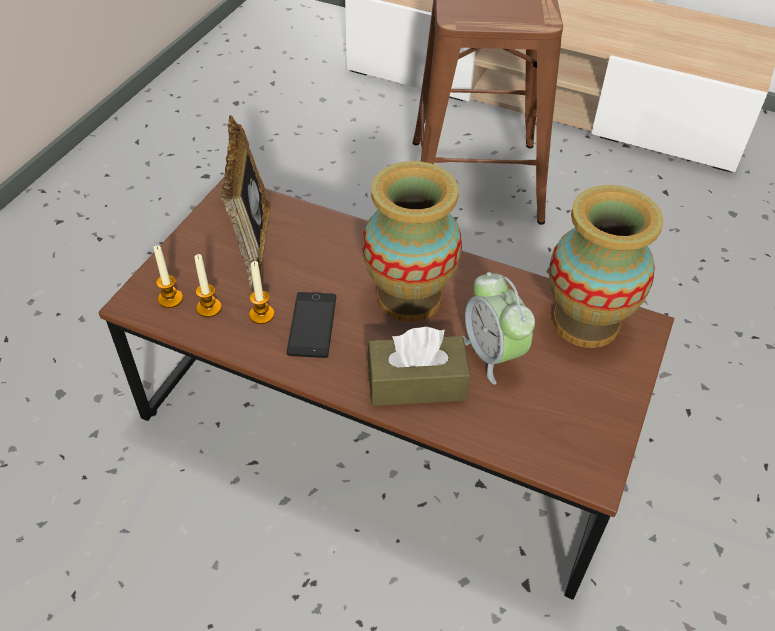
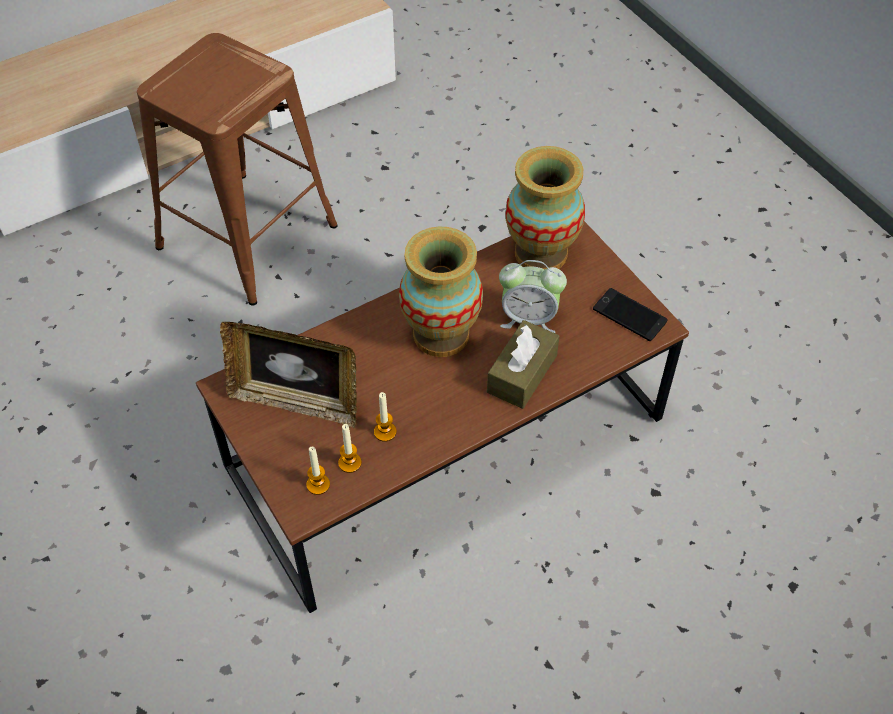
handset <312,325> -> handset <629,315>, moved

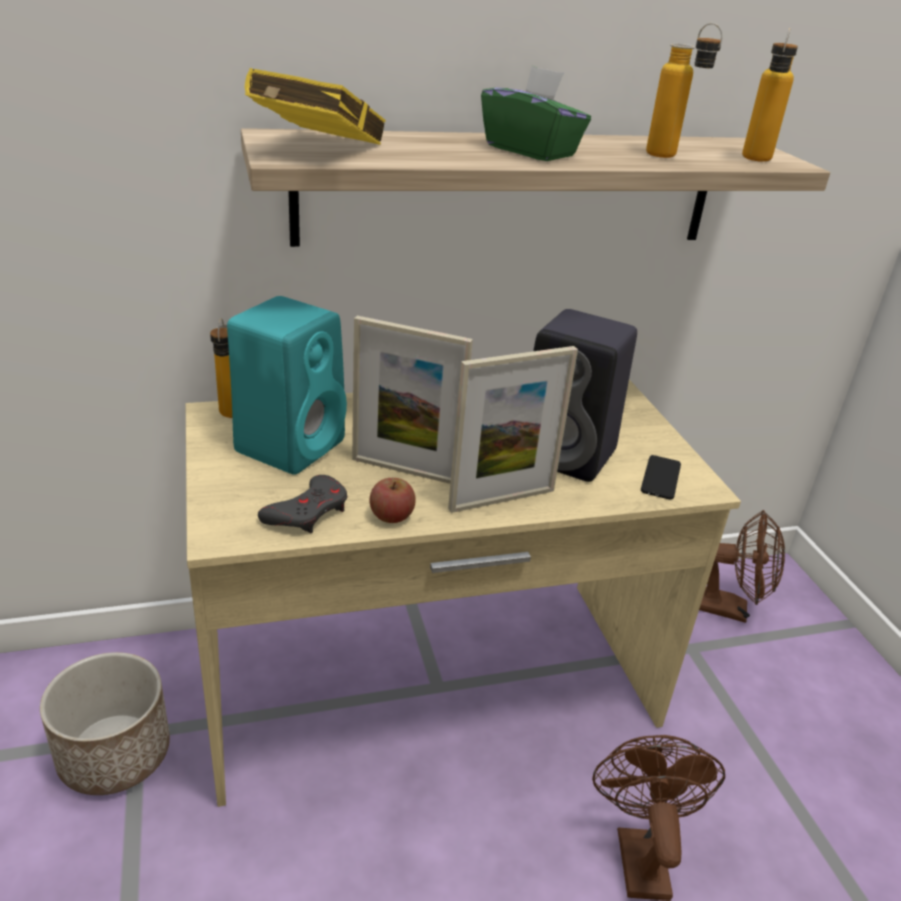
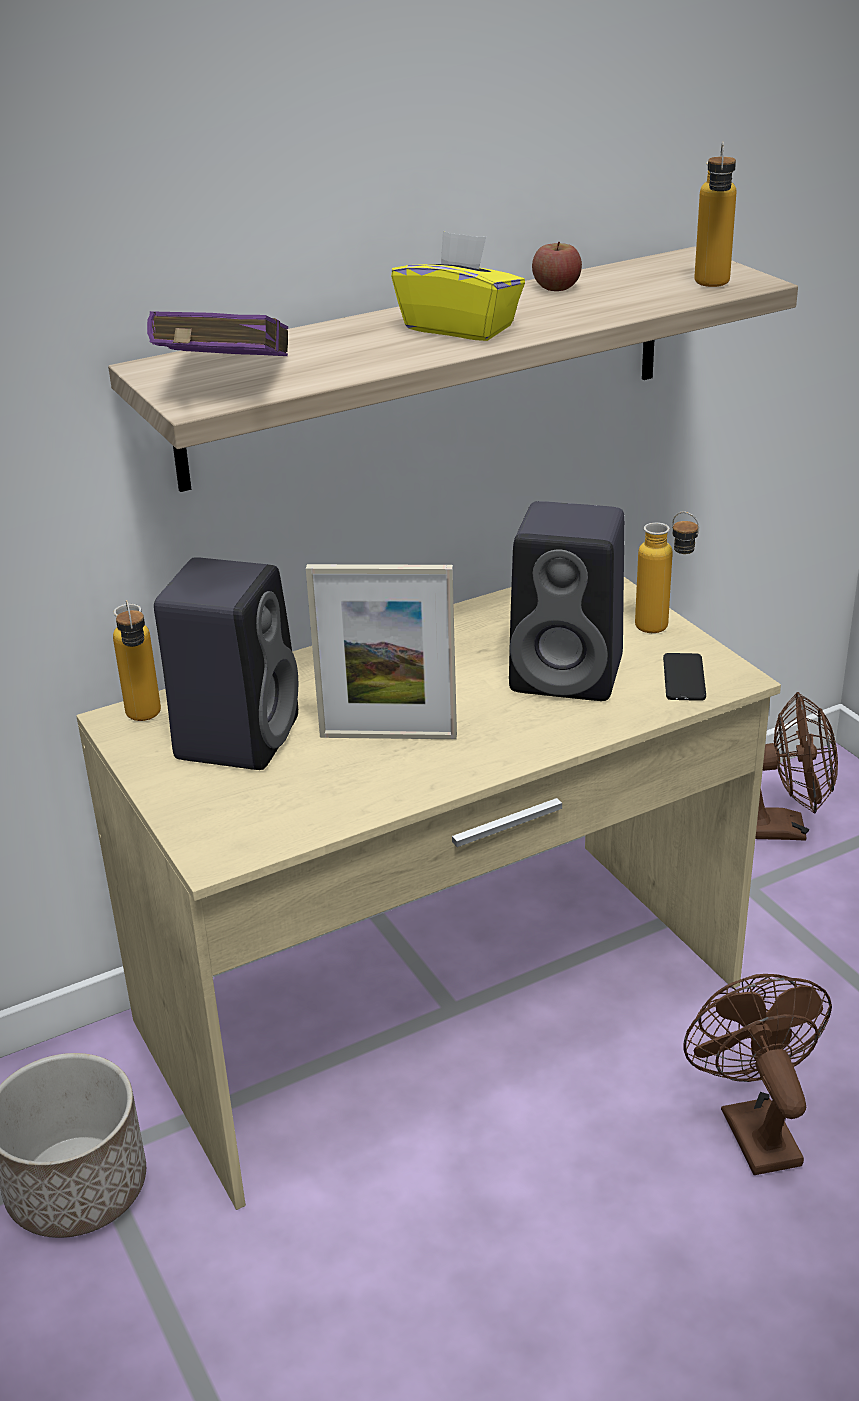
gray game controller <308,511> -> none
photo frame <502,499> -> none
apple <391,516> -> apple <556,287>, moved
drink bottle <671,157> -> drink bottle <663,630>, moved
blue-green loudspeaker <291,444> -> black-coloured loudspeaker <238,736>
yellow bound book <314,150> -> purple bound book <222,382>
green-coloured box of tissues <531,151> -> yellow box of tissues <460,327>

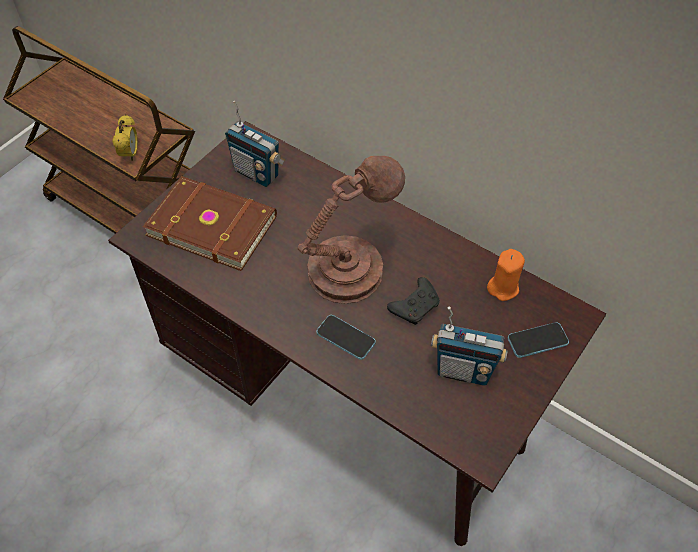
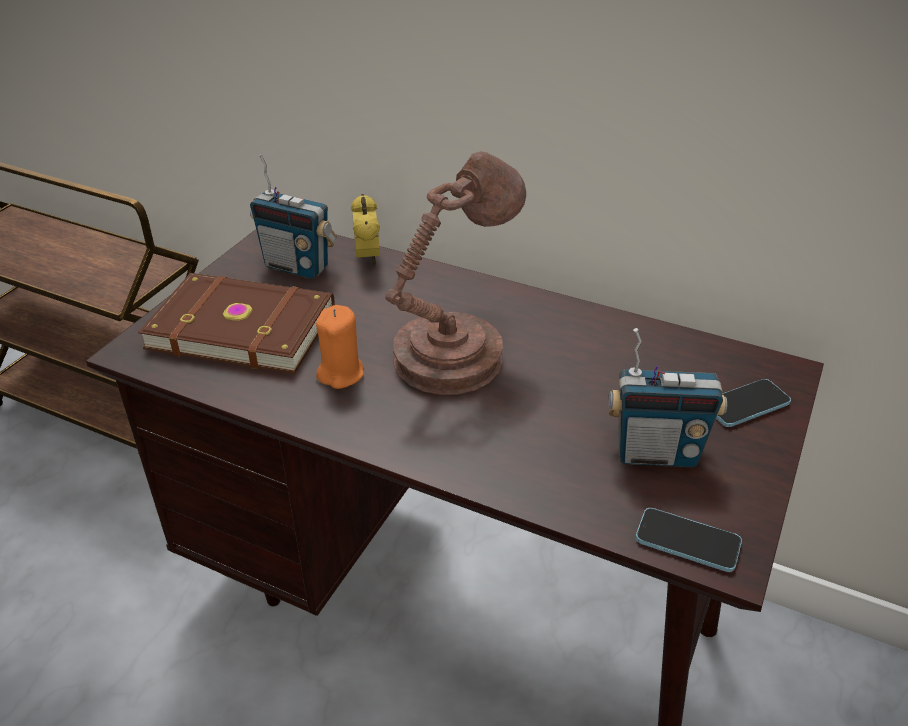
black-coloured game controller <415,306> -> none
bedside clock <130,154> -> bedside clock <368,259>, moved
handset <345,338> -> handset <687,541>, moved
orange wax light <503,287> -> orange wax light <341,374>, moved

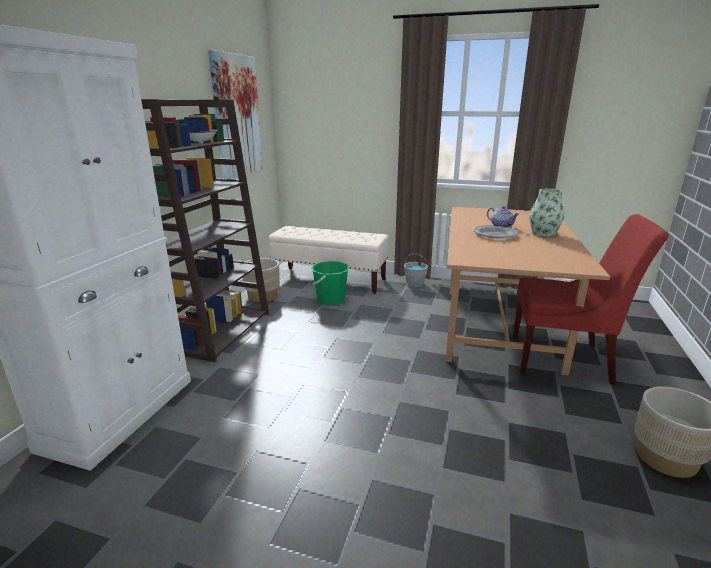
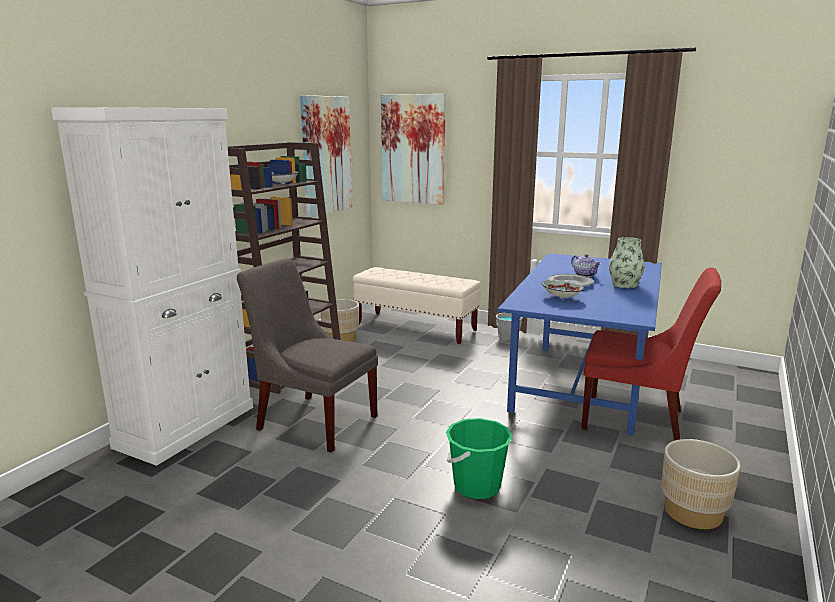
none -> gray upright chair <314,420>
none -> wall picture <413,149>
none -> deep dish <561,297>
green-coloured water bucket <330,299> -> green-coloured water bucket <477,486>, moved
brownish kitchen table <499,327> -> blue-coloured kitchen table <582,386>

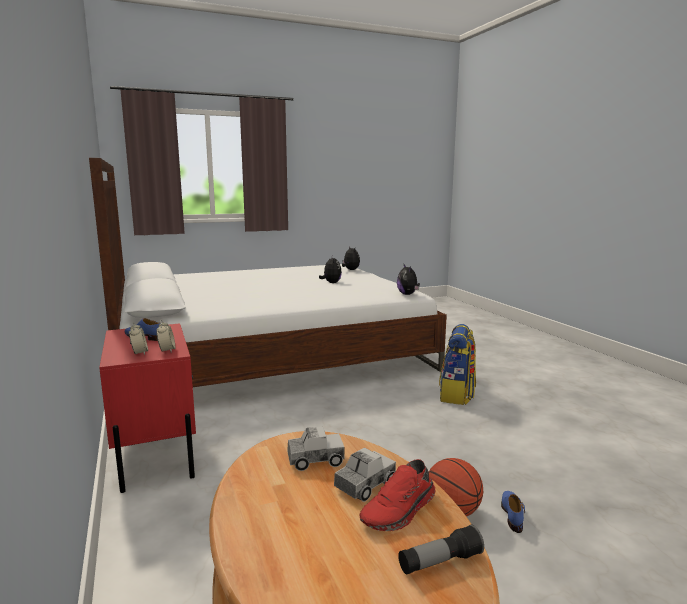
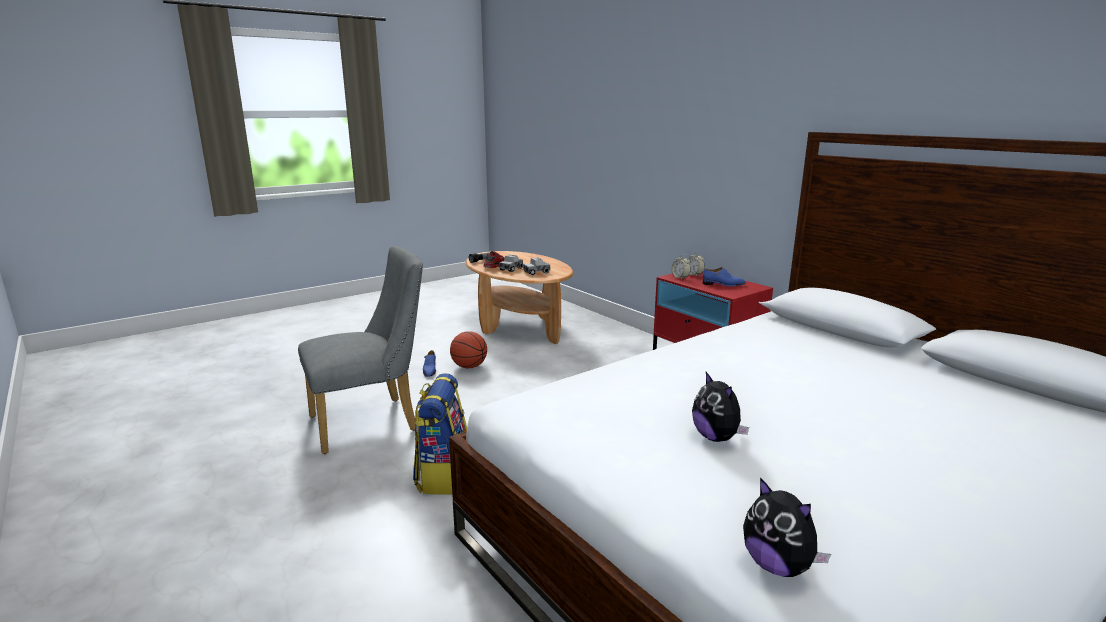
plush toy <408,294> -> none
none -> gray upright chair <372,422>

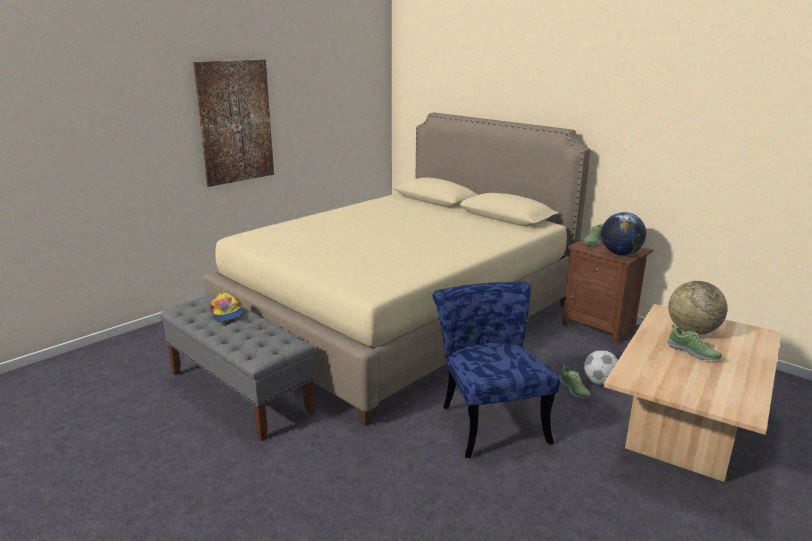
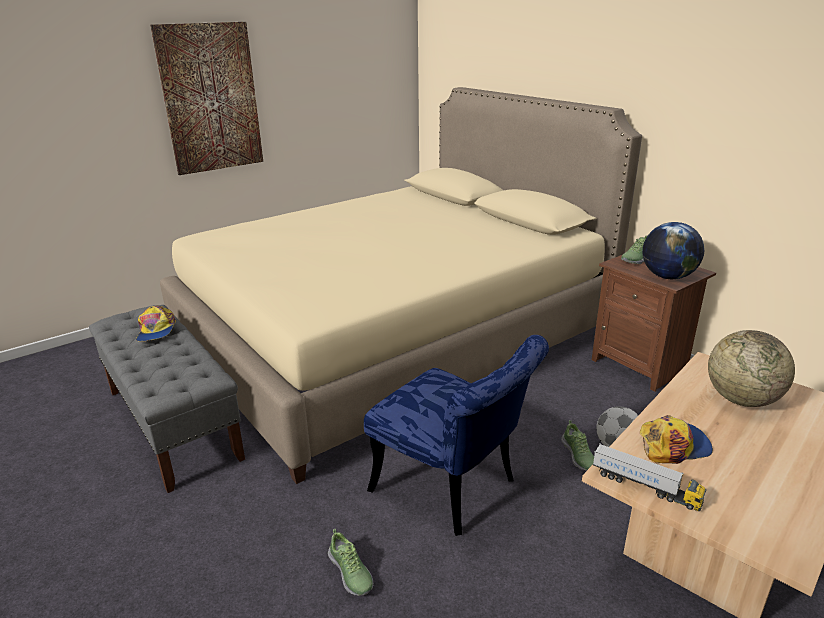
none -> toy lorry <645,487>
none -> baseball cap <673,445>
low shoe <693,353> -> low shoe <350,573>, moved
blue-coloured upright chair <489,419> -> blue-coloured upright chair <453,490>, 135 degrees clockwise

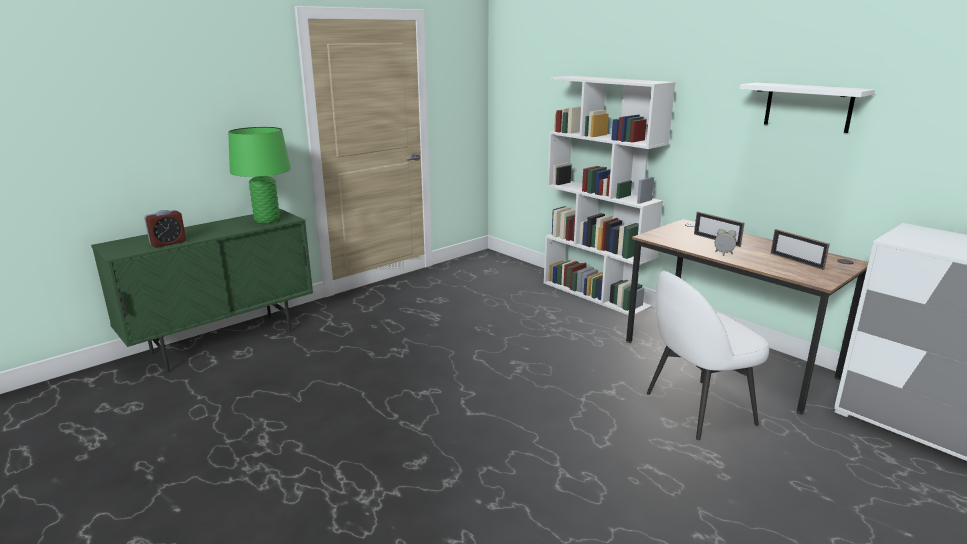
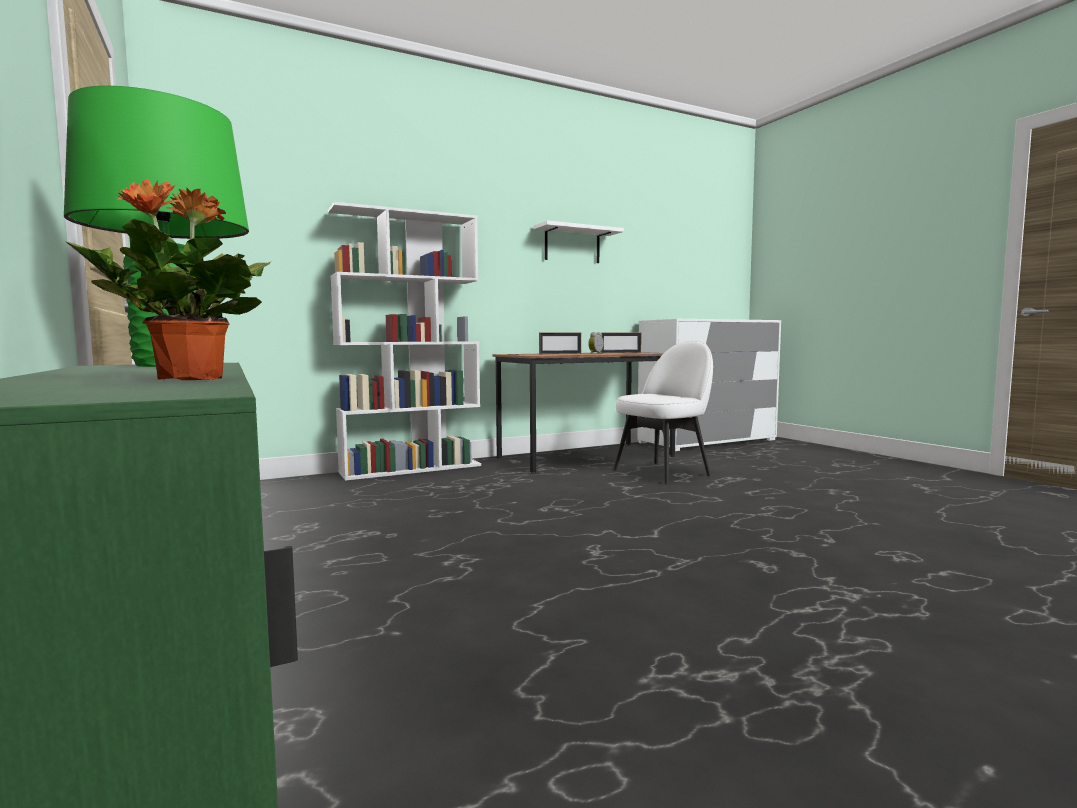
bedside clock <168,243> -> houseplant <188,379>
white-coloured upright chair <697,409> -> white-coloured upright chair <663,472>, 120 degrees counterclockwise

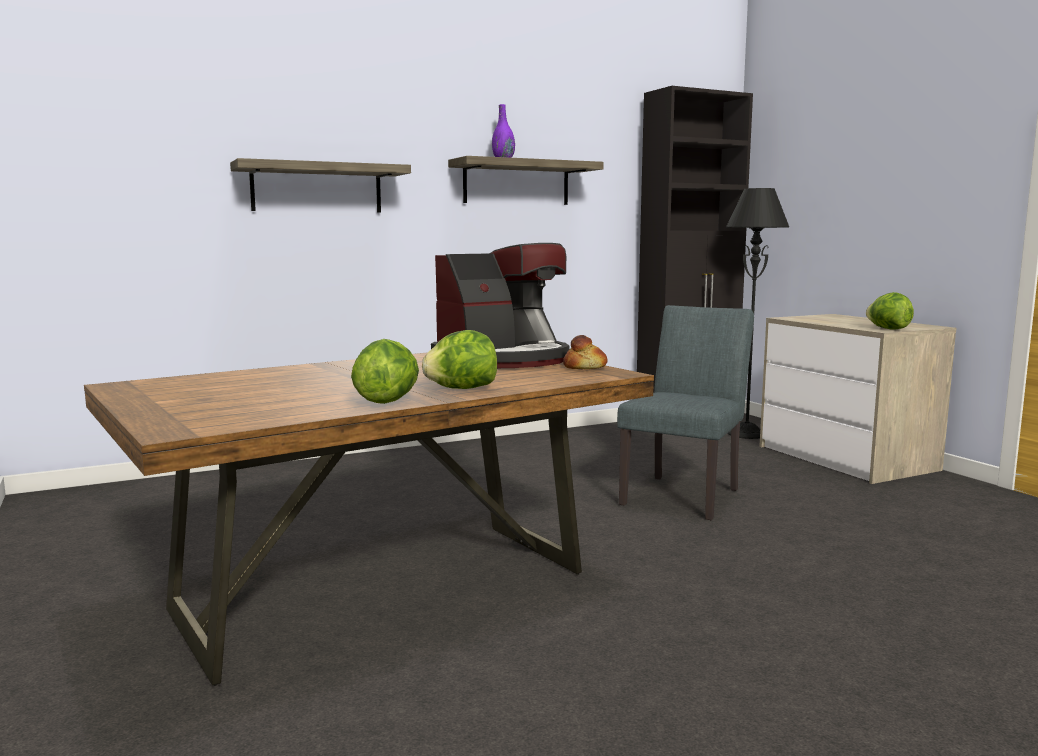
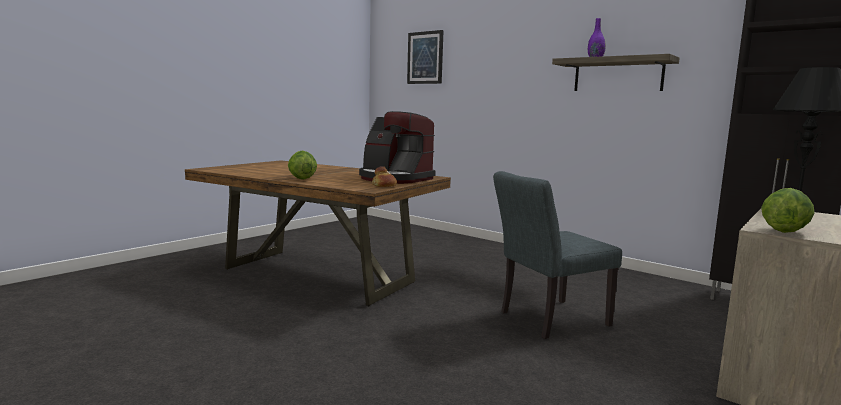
wall shelf <317,188> -> none
lettuce <387,401> -> none
none -> wall picture <425,58>
gray upright chair <685,494> -> gray upright chair <547,320>, 150 degrees clockwise

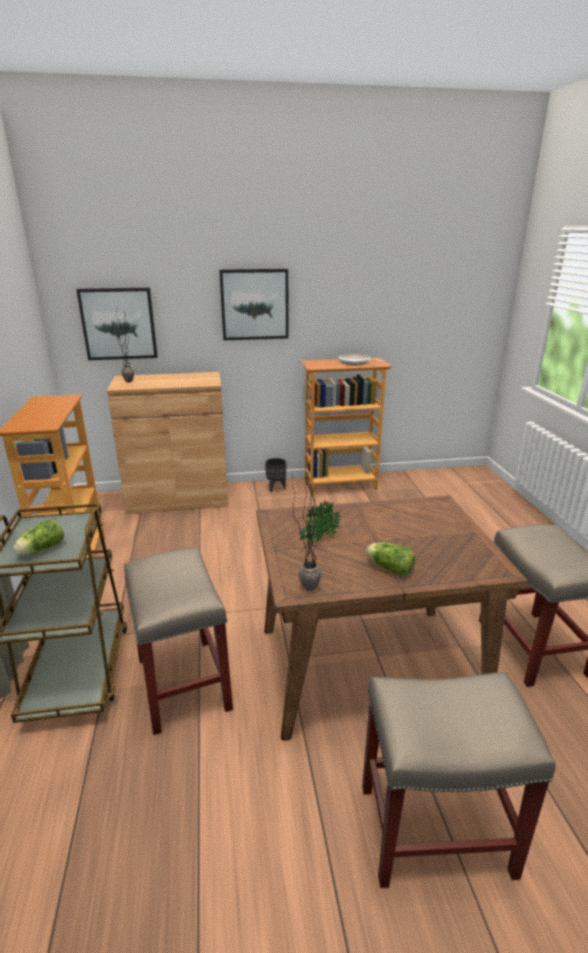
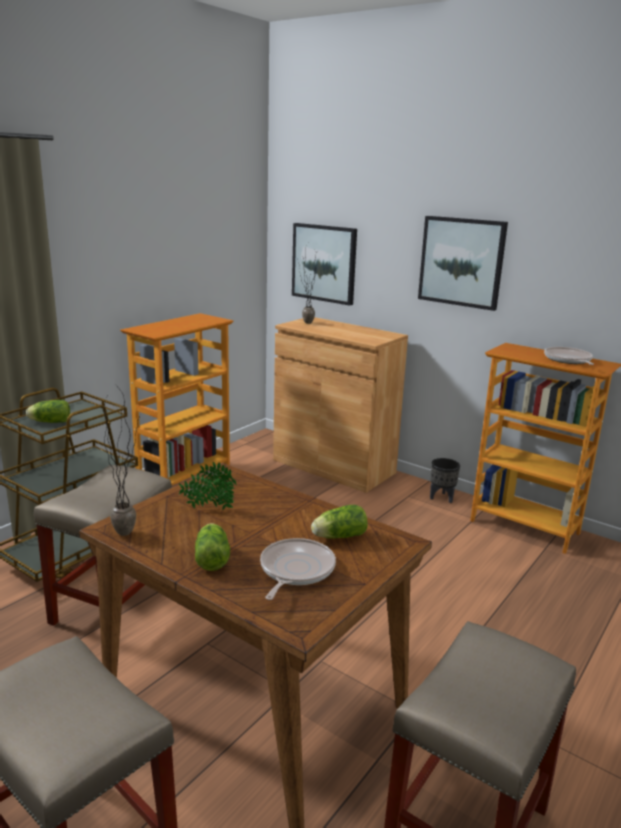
none -> pan <295,570>
none -> lettuce <337,536>

